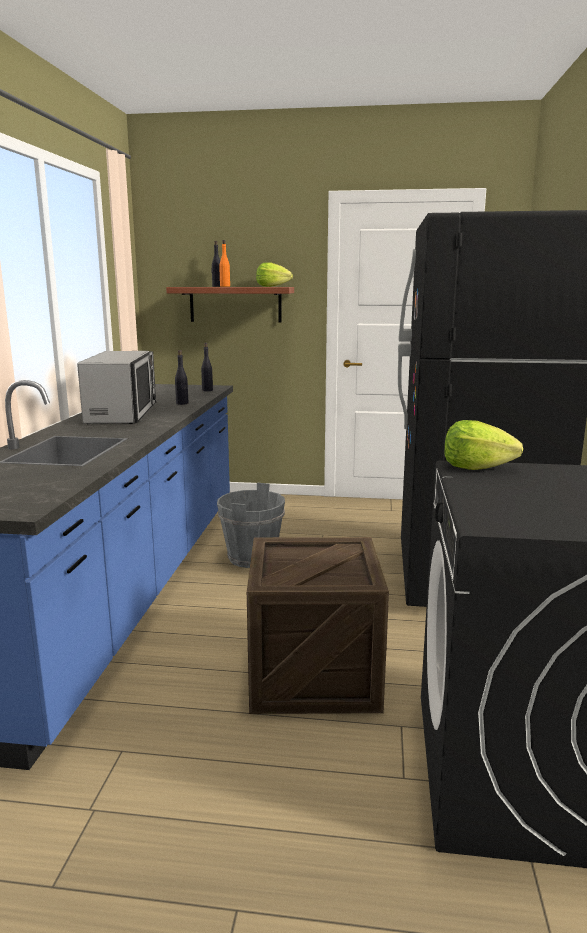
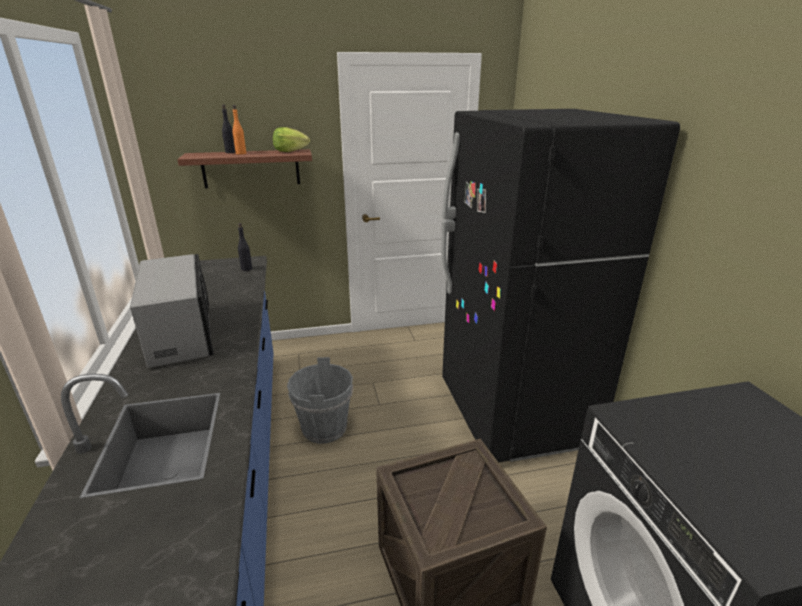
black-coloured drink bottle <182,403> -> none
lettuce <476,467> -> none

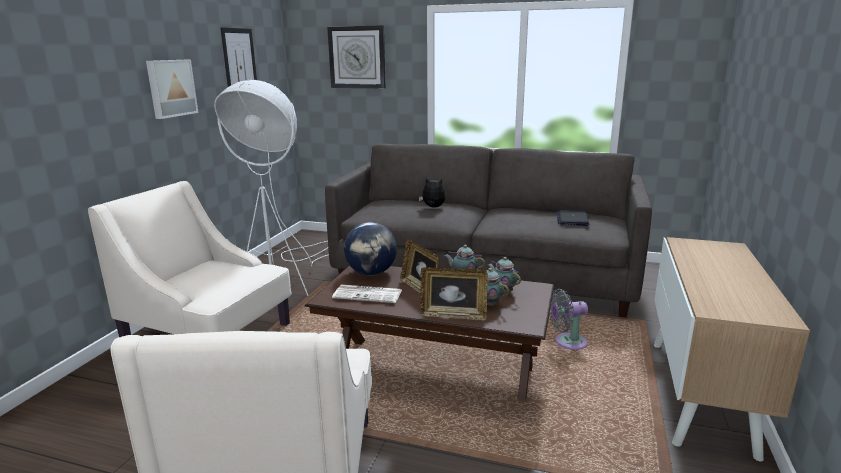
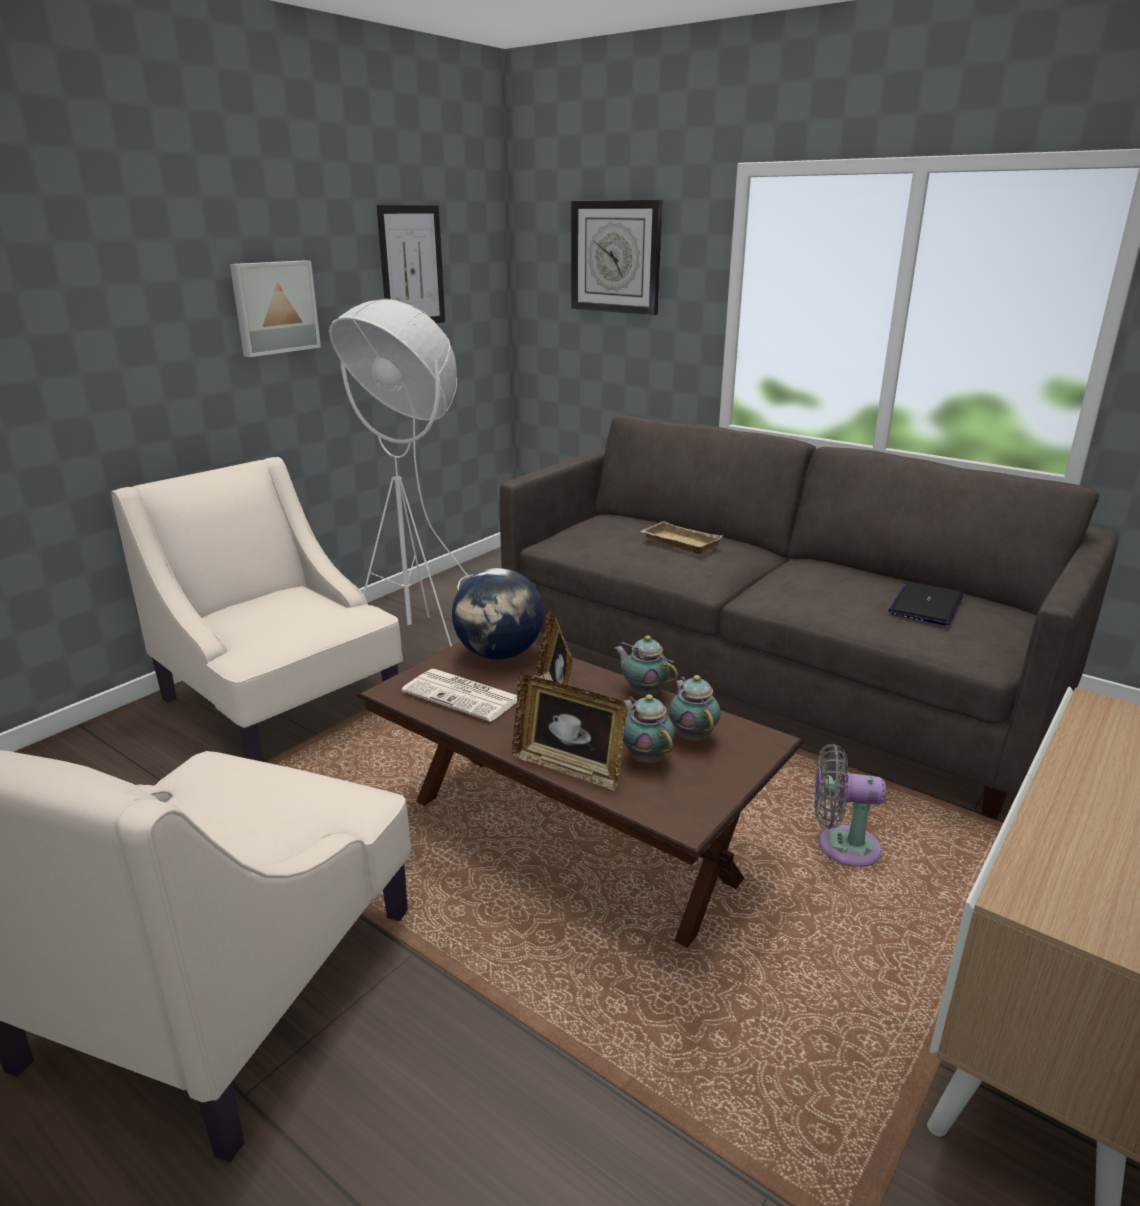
plush toy <433,207> -> beige tray <678,543>

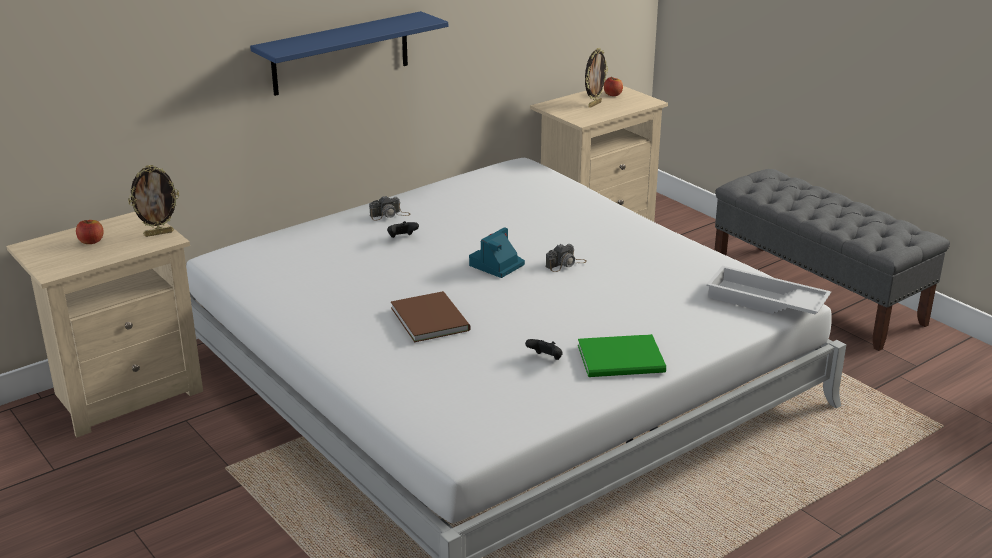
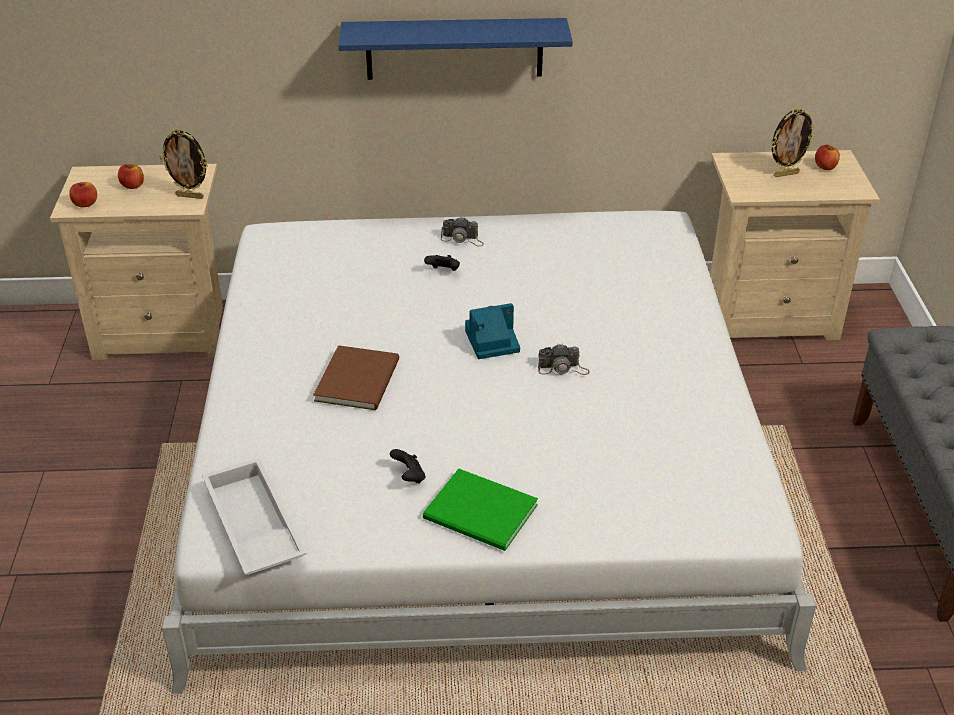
none -> apple <85,204>
white-coloured tray <764,302> -> white-coloured tray <251,526>, moved

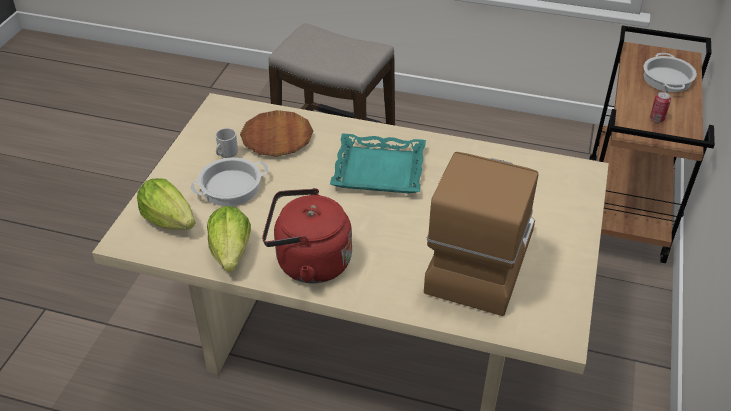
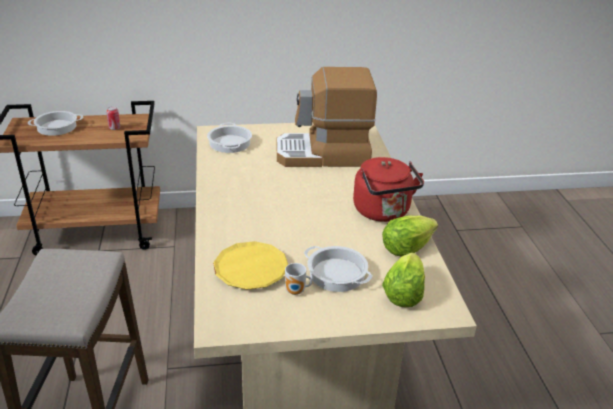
blue-green tray <379,169> -> none
none -> saucepot <230,143>
brownish plate <277,138> -> yellow plate <251,269>

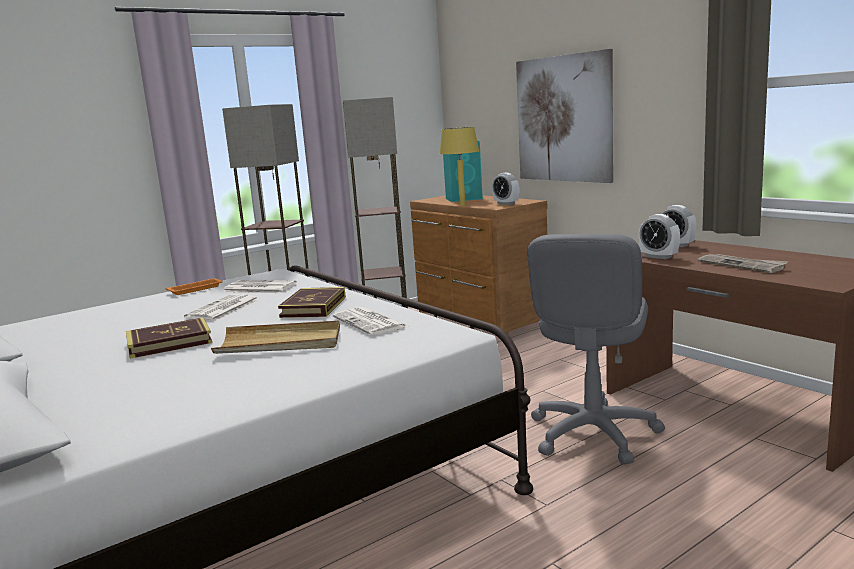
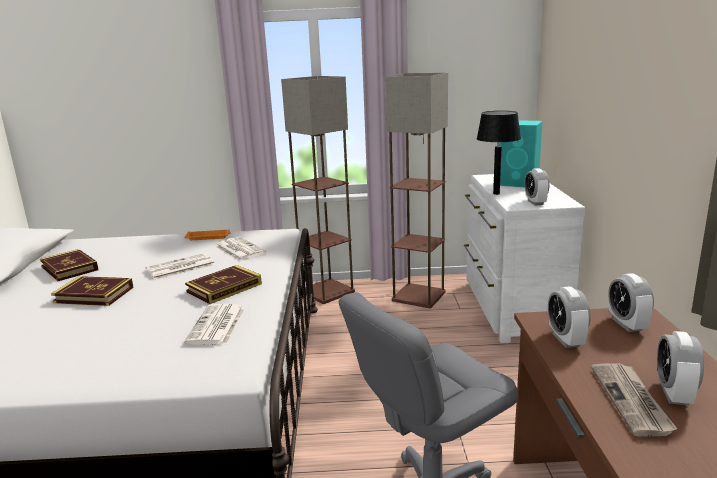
beige tray <280,343> -> none
wall picture <563,119> -> none
none -> bound book <69,268>
none -> bedside clock <674,394>
brownish drawer chest <479,319> -> white-coloured drawer chest <511,308>
yellow table lamp <462,205> -> black-coloured table lamp <496,193>

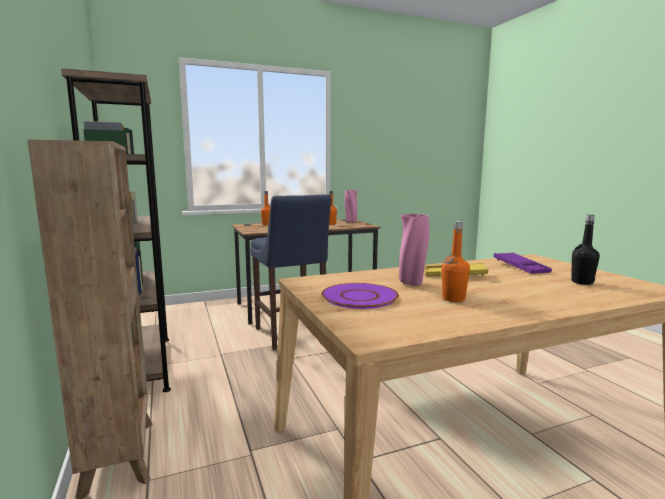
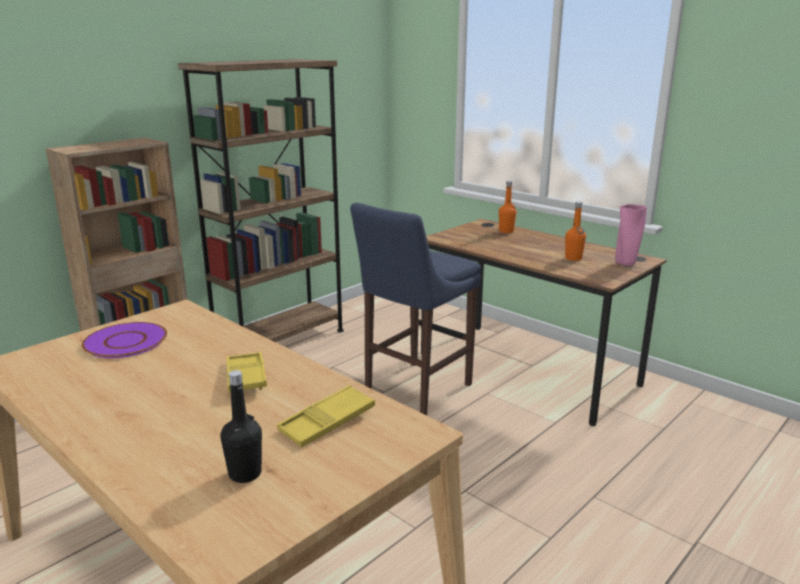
pink flower vase <412,283> -> none
orange drink bottle <453,299> -> none
purple tray <520,267> -> yellow tray <327,422>

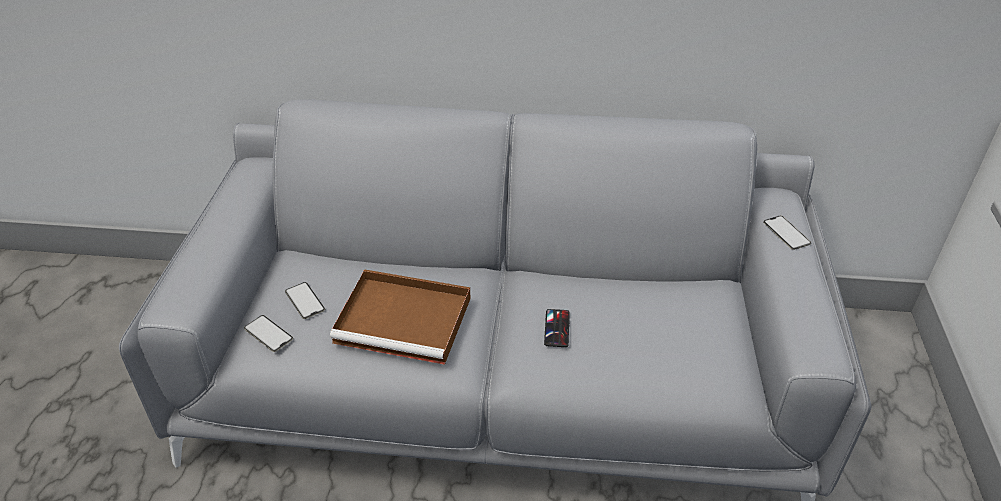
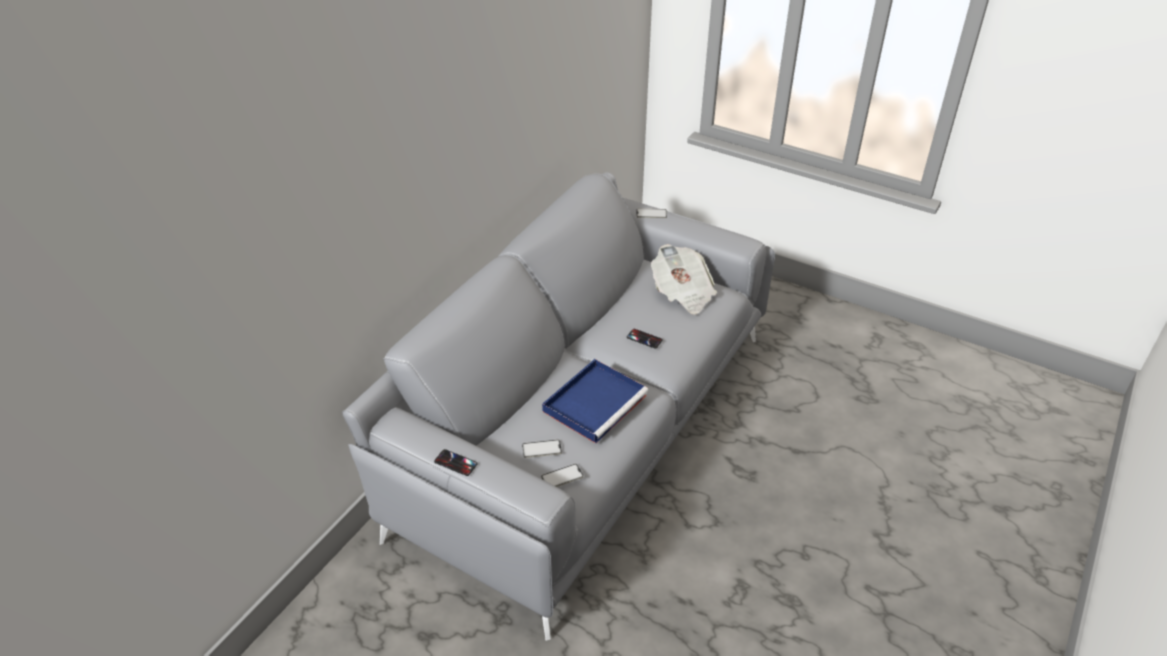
none -> handset <455,463>
none -> newspaper <682,293>
brownish tray <406,320> -> blue-coloured tray <595,402>

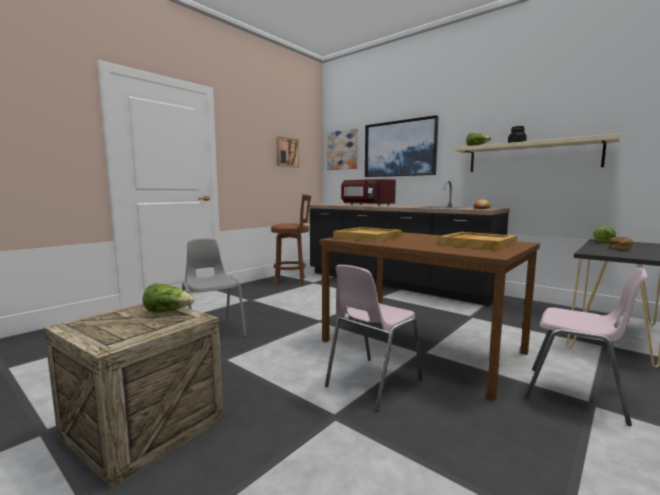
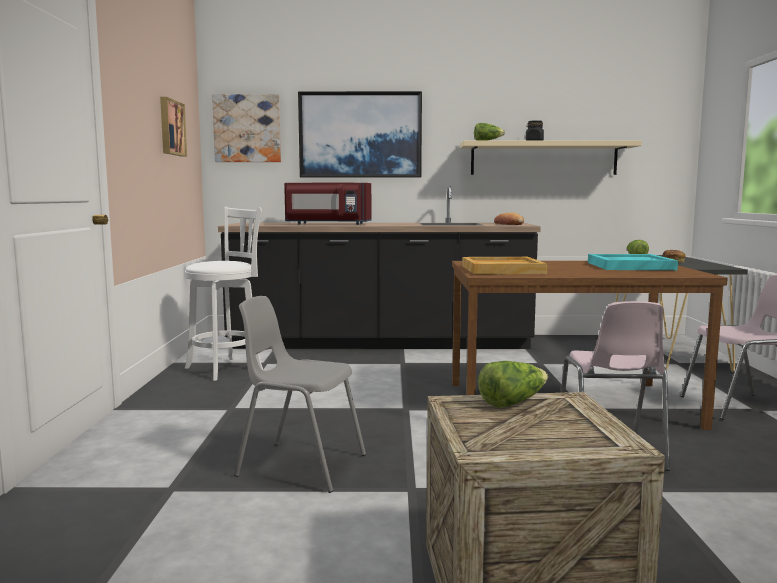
brownish stool seat <292,281> -> white-coloured stool seat <228,368>
beige tray <477,243> -> blue-green tray <629,266>

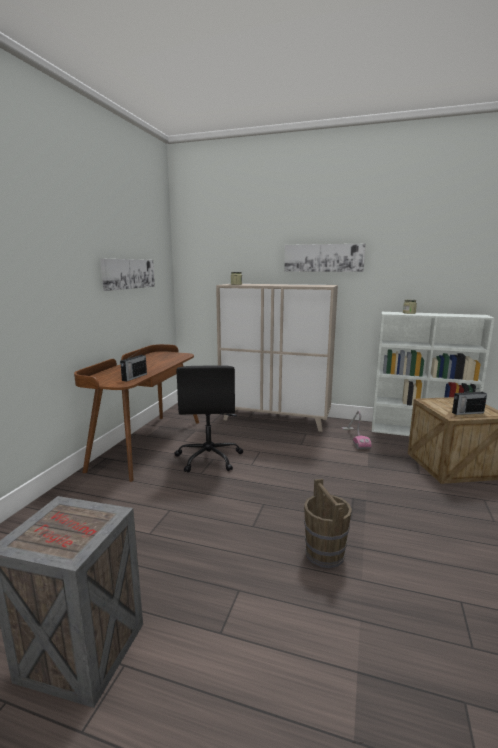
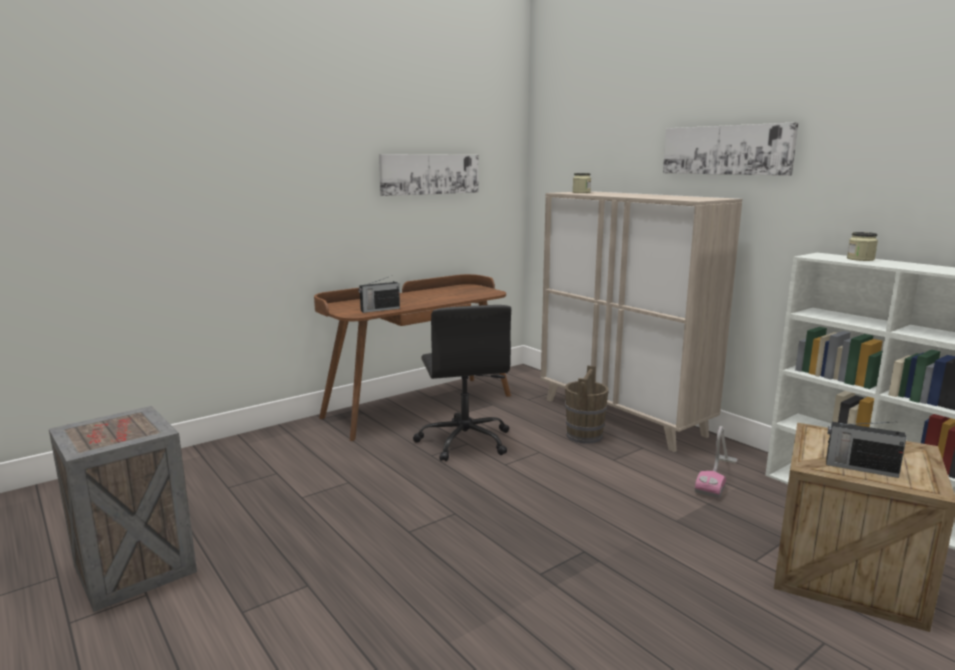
brownish water bucket <324,553> -> brownish water bucket <584,435>, moved
black-coloured desk chair <209,458> -> black-coloured desk chair <464,441>, 45 degrees counterclockwise

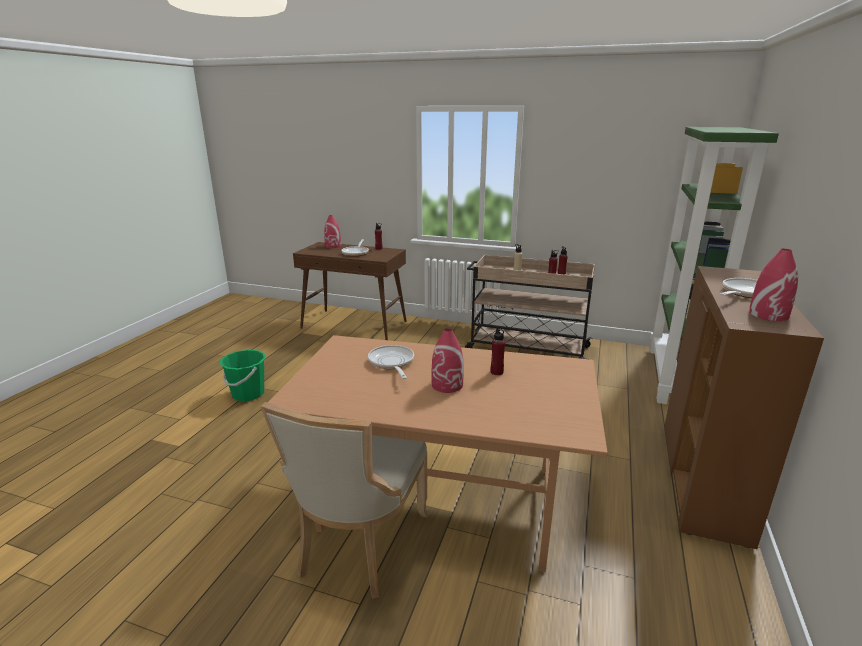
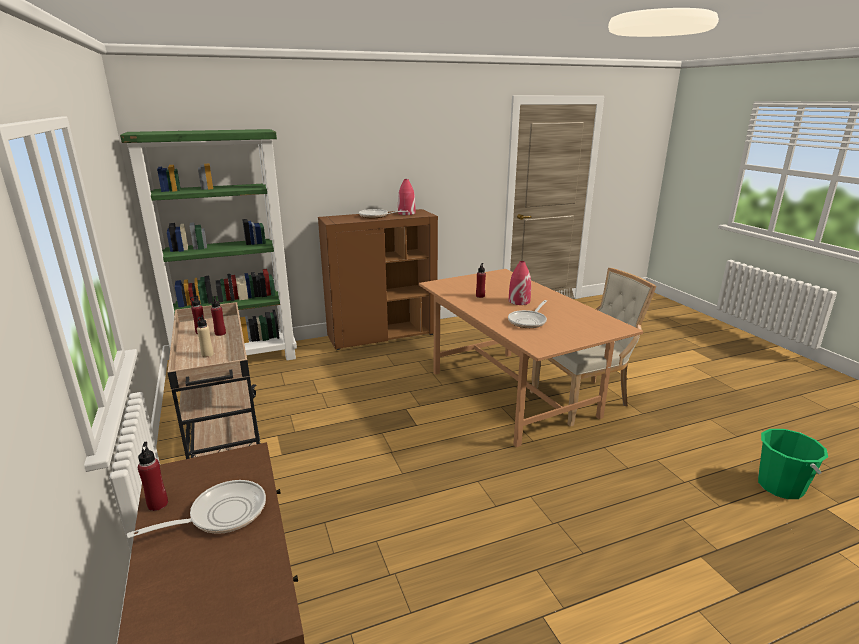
red-coloured flower vase <333,246> -> none
green-coloured water bucket <248,394> -> green-coloured water bucket <780,487>, moved

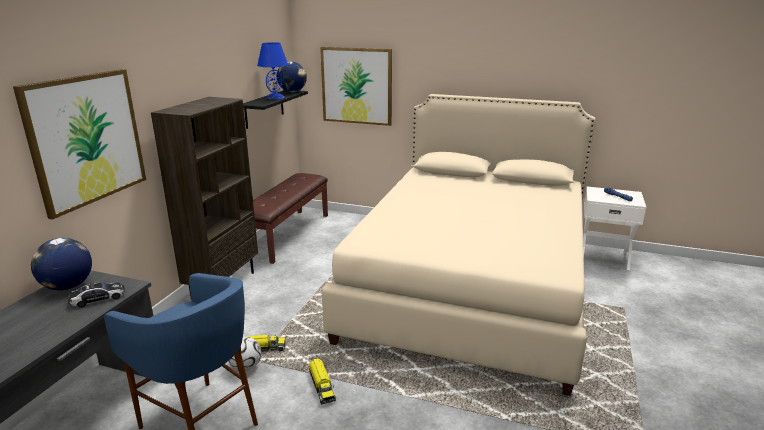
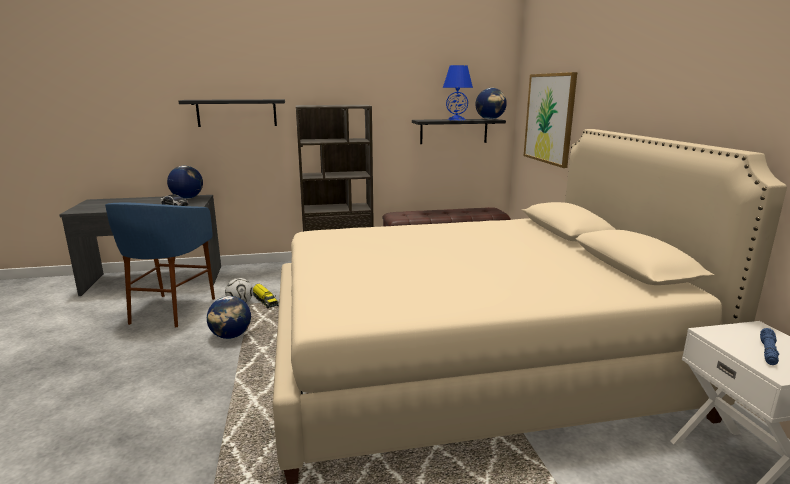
wall picture <87,139> -> black-coloured wall shelf <237,113>
toy lorry <322,386> -> desk globe <231,336>

